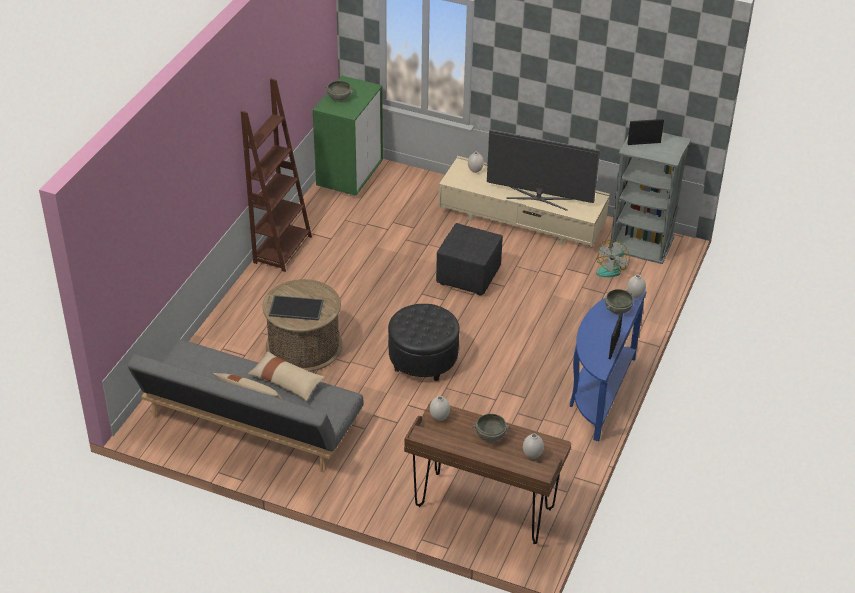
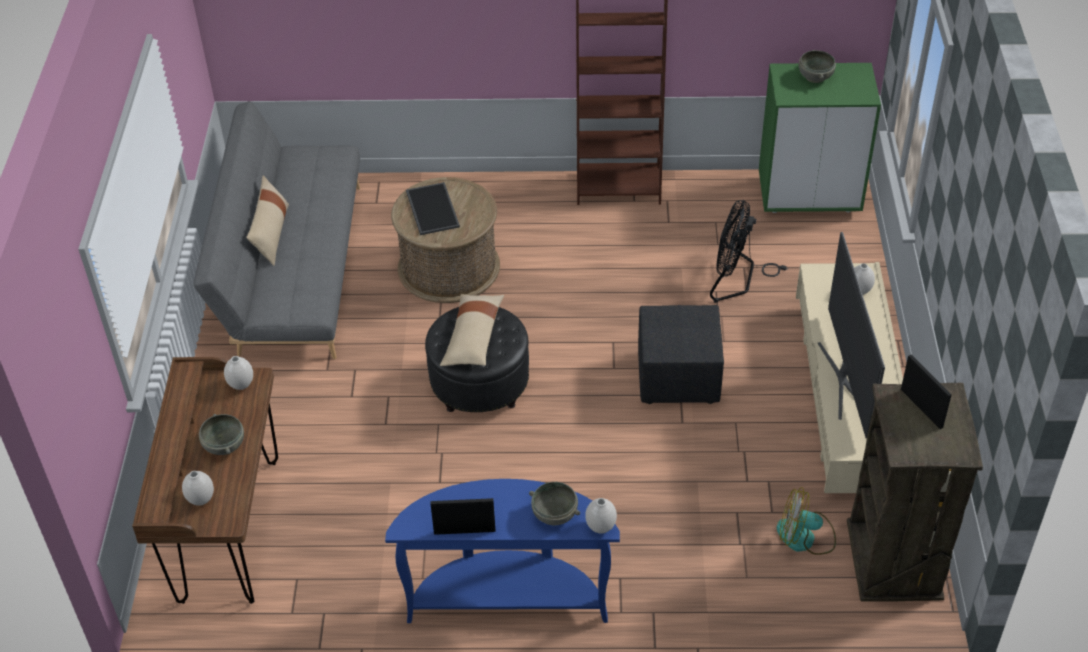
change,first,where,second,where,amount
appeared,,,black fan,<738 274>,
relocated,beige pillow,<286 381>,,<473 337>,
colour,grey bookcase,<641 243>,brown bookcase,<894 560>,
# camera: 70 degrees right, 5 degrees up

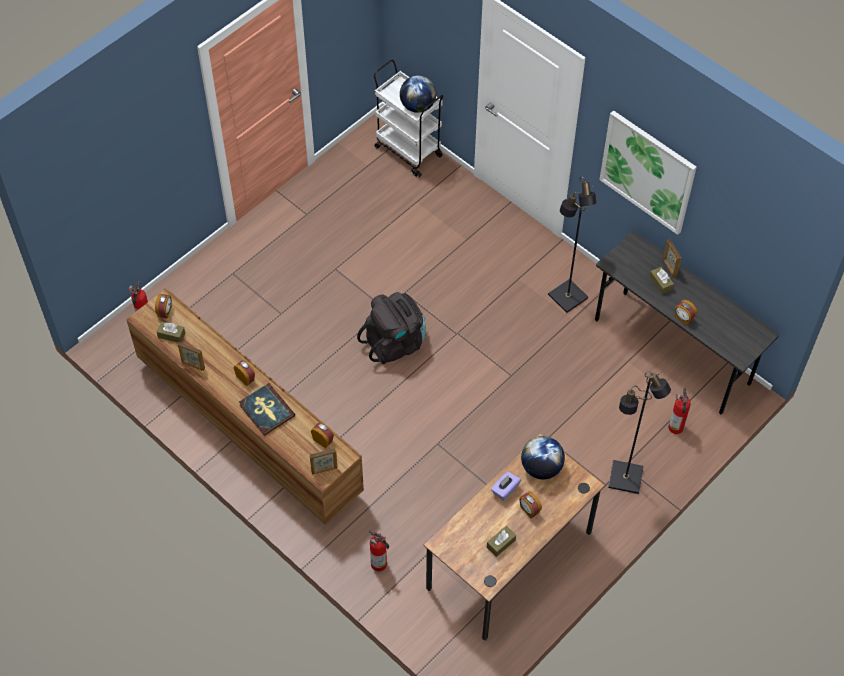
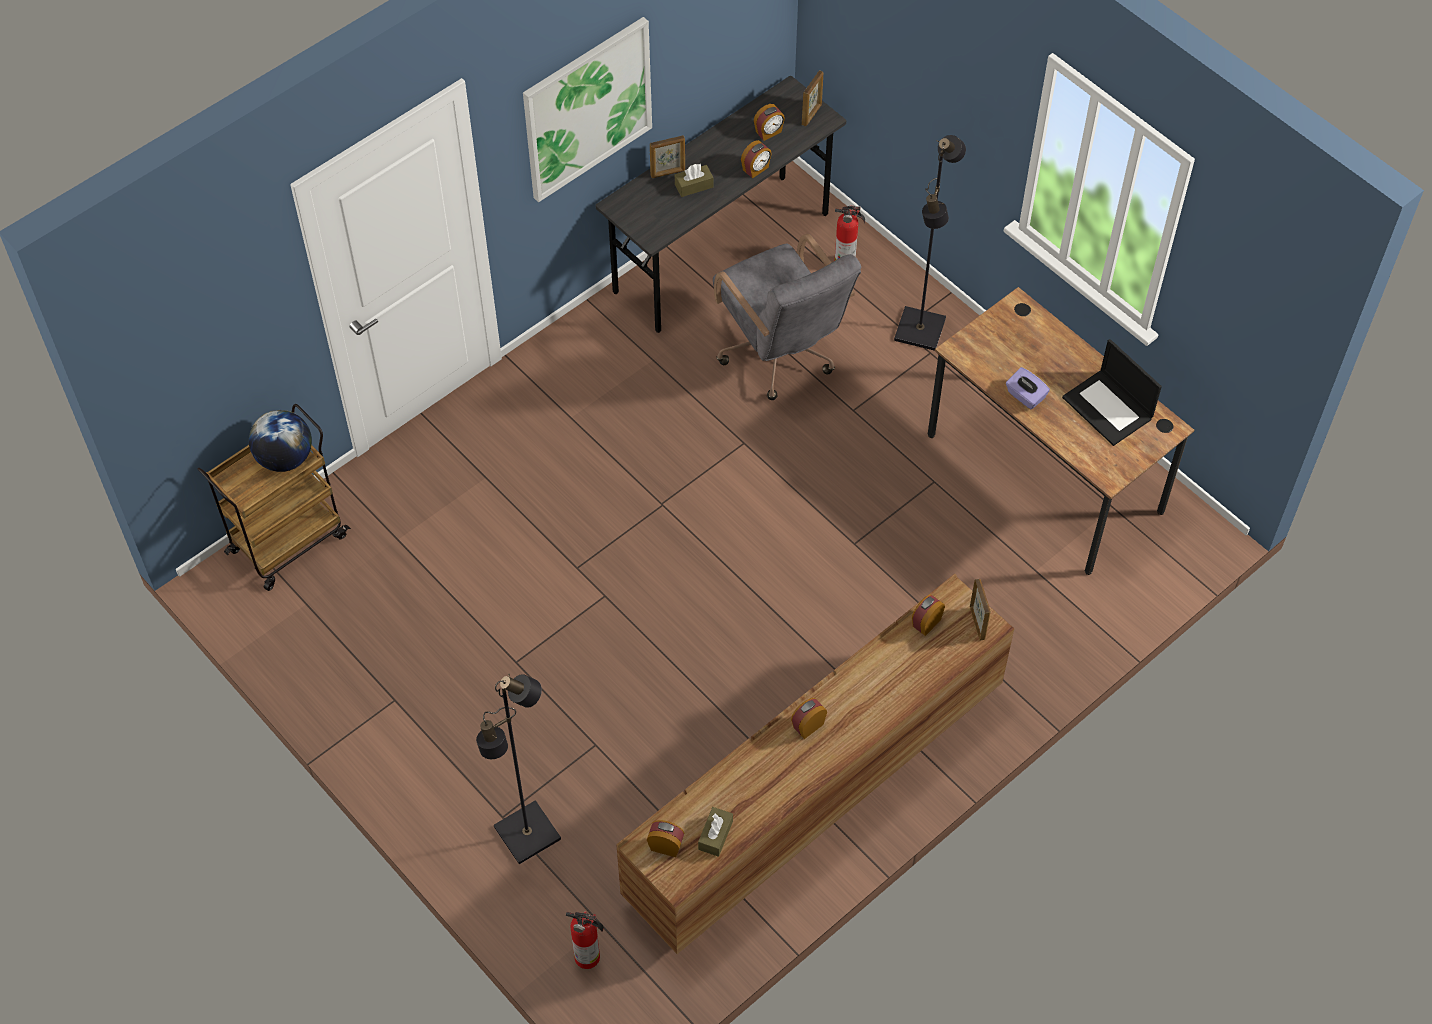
change,first,where,second,where,amount
missing,book,<266 410>,,,
missing,black backpack,<395 343>,,,
missing,fire extinguisher,<379 564>,,,
missing,globe,<541 468>,,,
appeared,,,grey office chair,<780 359>,
relocated,picture frame,<193 365>,,<812 114>,
relocated,alarm clock,<529 510>,,<769 132>,
relocated,black floor lamp,<567 296>,,<527 833>,
exchanged,brown tissue box,<501 543>,laptop,<1109 408>,
colour,white cart,<408 152>,brown cart,<289 543>,
# camera: 85 degrees left, 0 degrees up

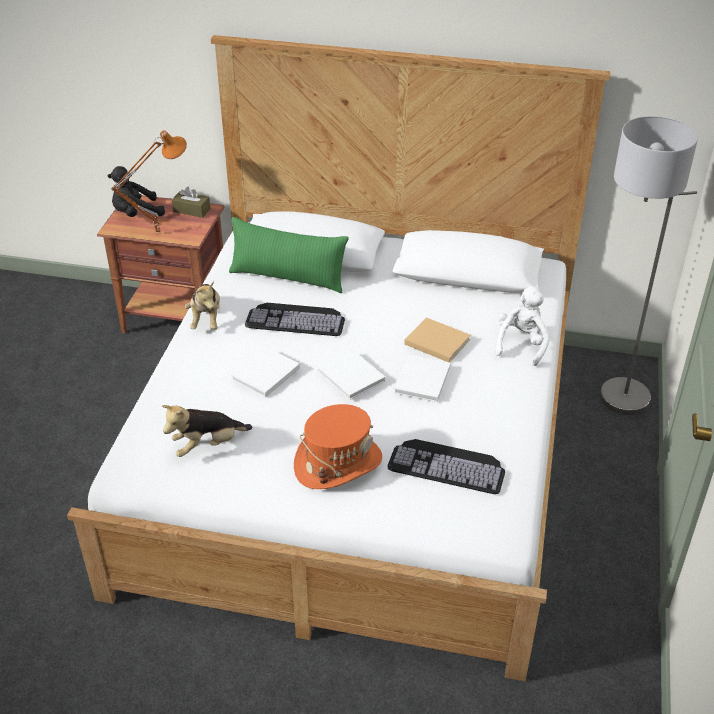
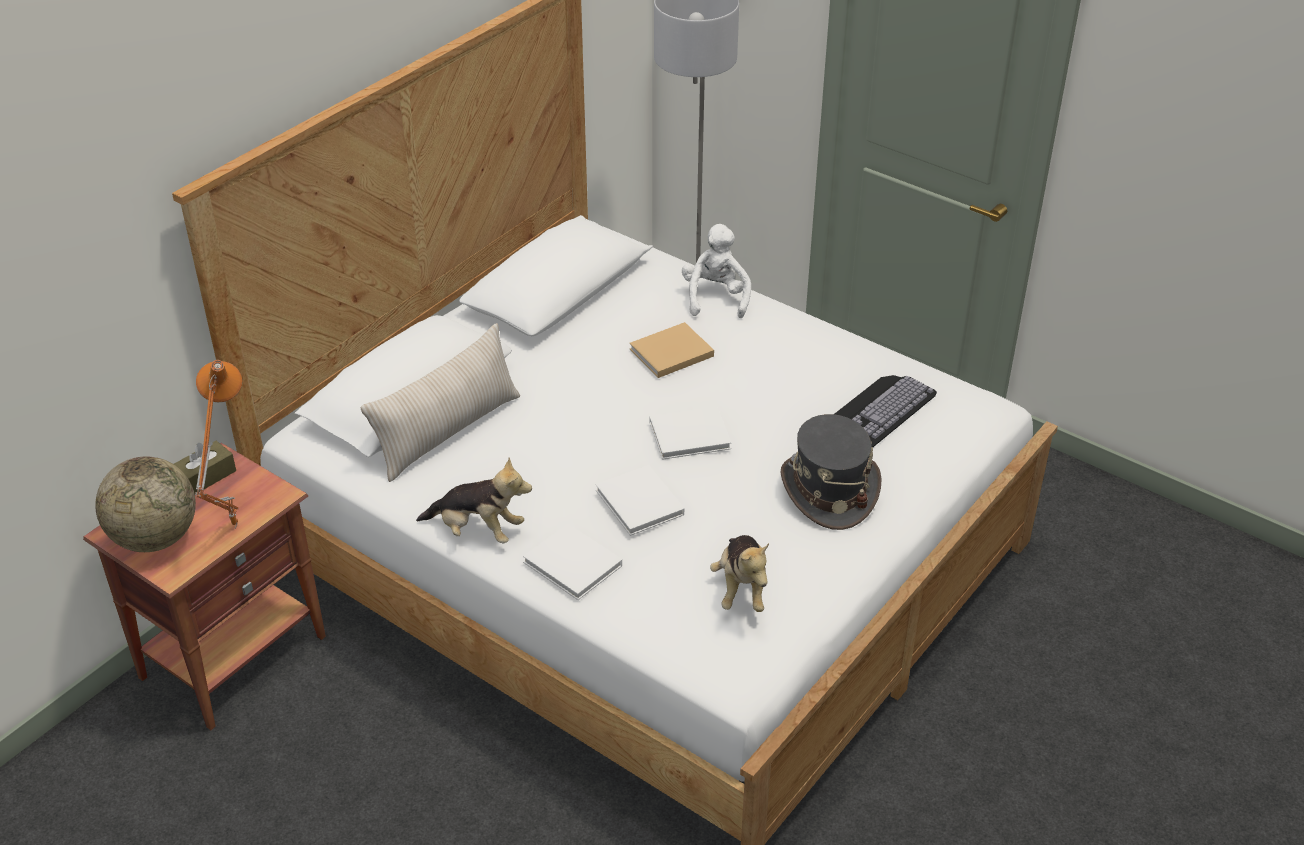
change,first,where,second,where,amount
missing,keyboard,<297 319>,,,
relocated,white book,<421 381>,,<574 565>,
exchanged,black plush toy,<136 213>,globe,<155 538>,
colour,green pillow,<288 277>,beige pillow,<448 432>,
colour,orange hat,<338 463>,grey hat,<828 490>,
spun,white plush toy,<521 344>,,<716 297>,45 degrees clockwise
# camera: 65 degrees left, 0 degrees up

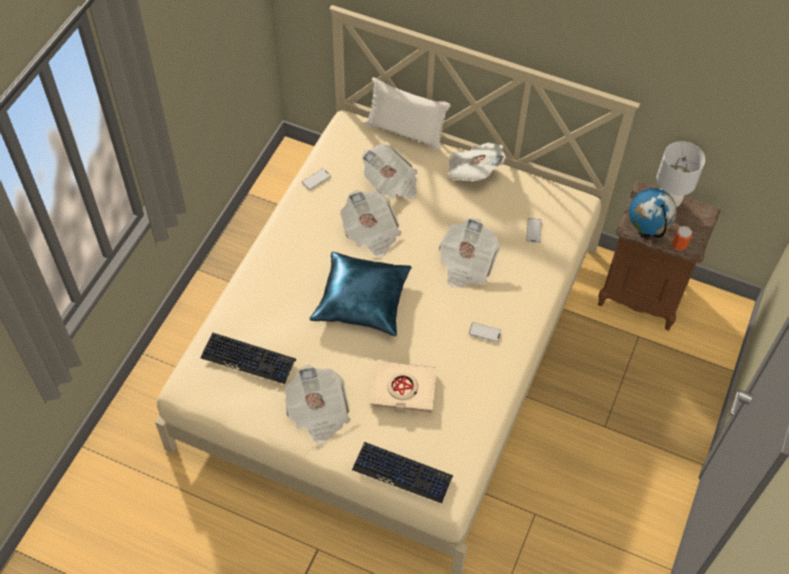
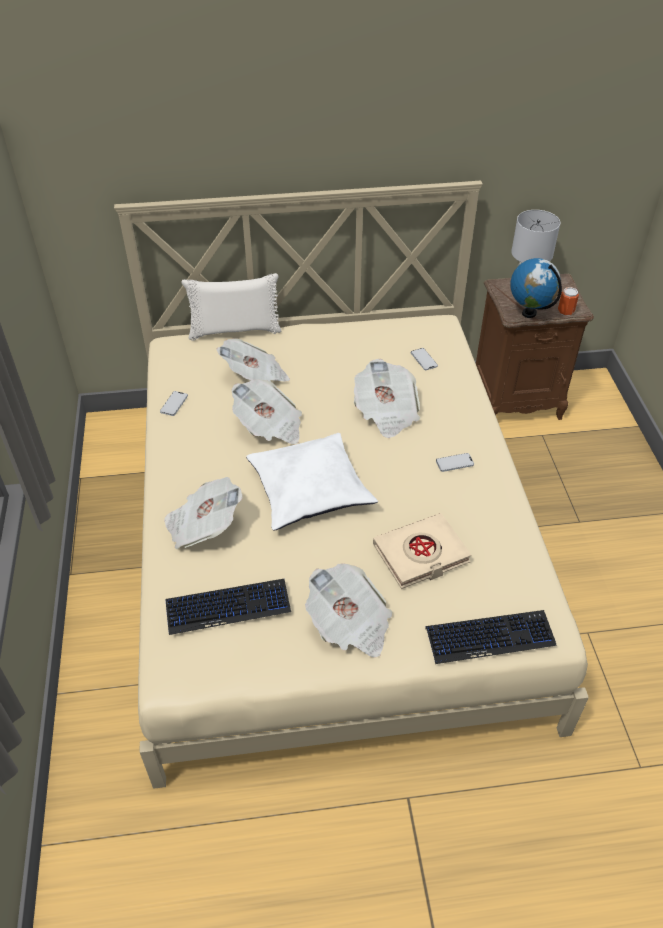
change,first,where,second,where,amount
relocated,newspaper,<473 171>,,<203 526>,
colour,blue pillow,<363 300>,white pillow,<310 489>,
# camera: 30 degrees left, 10 degrees down

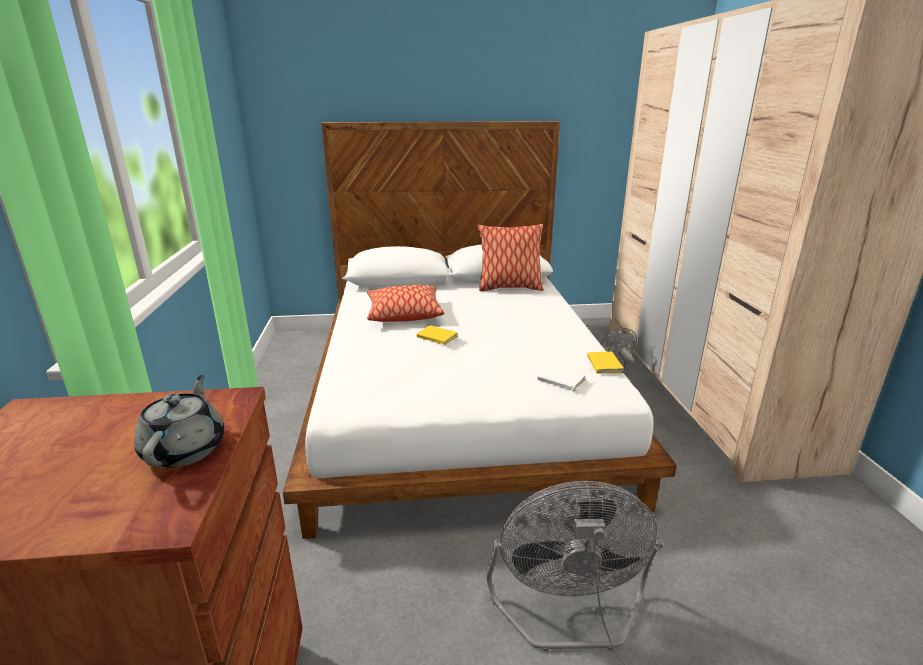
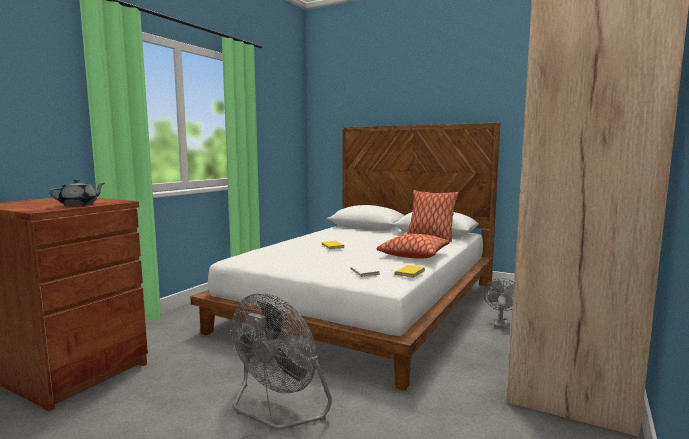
change,first,where,second,where,amount
relocated,pillow,<404 314>,,<413 255>,
# camera: 35 degrees right, 15 degrees down

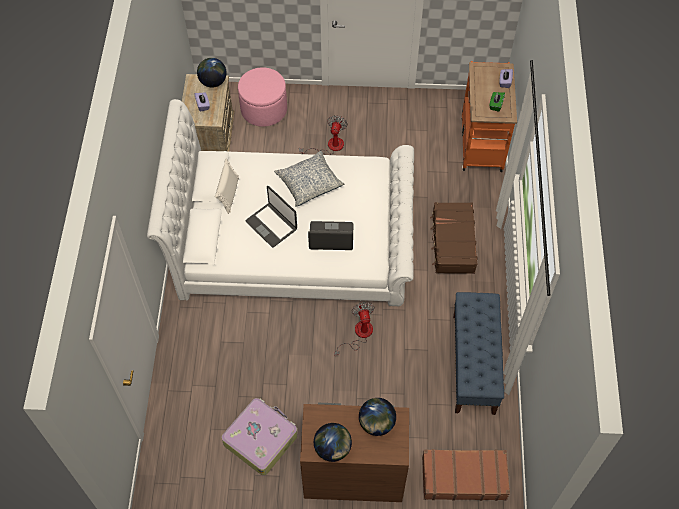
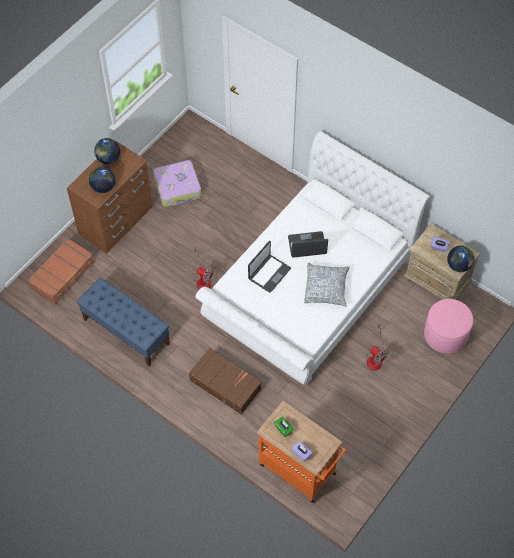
change,first,where,second,where,amount
missing,white pillow,<228 194>,,,
# camera: 125 degrees right, 0 degrees up

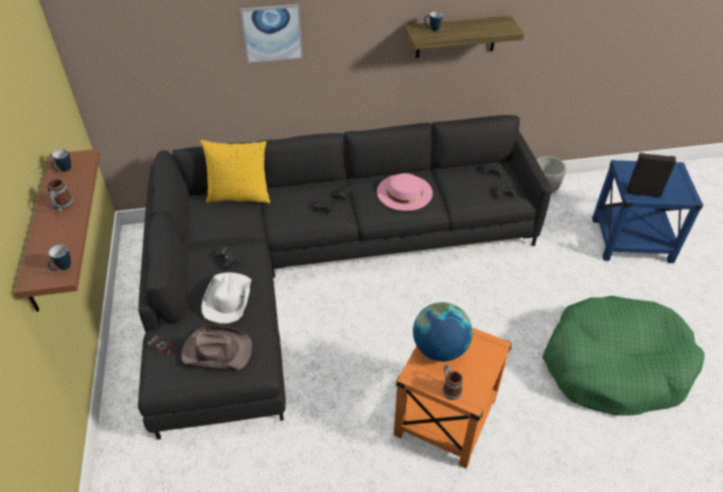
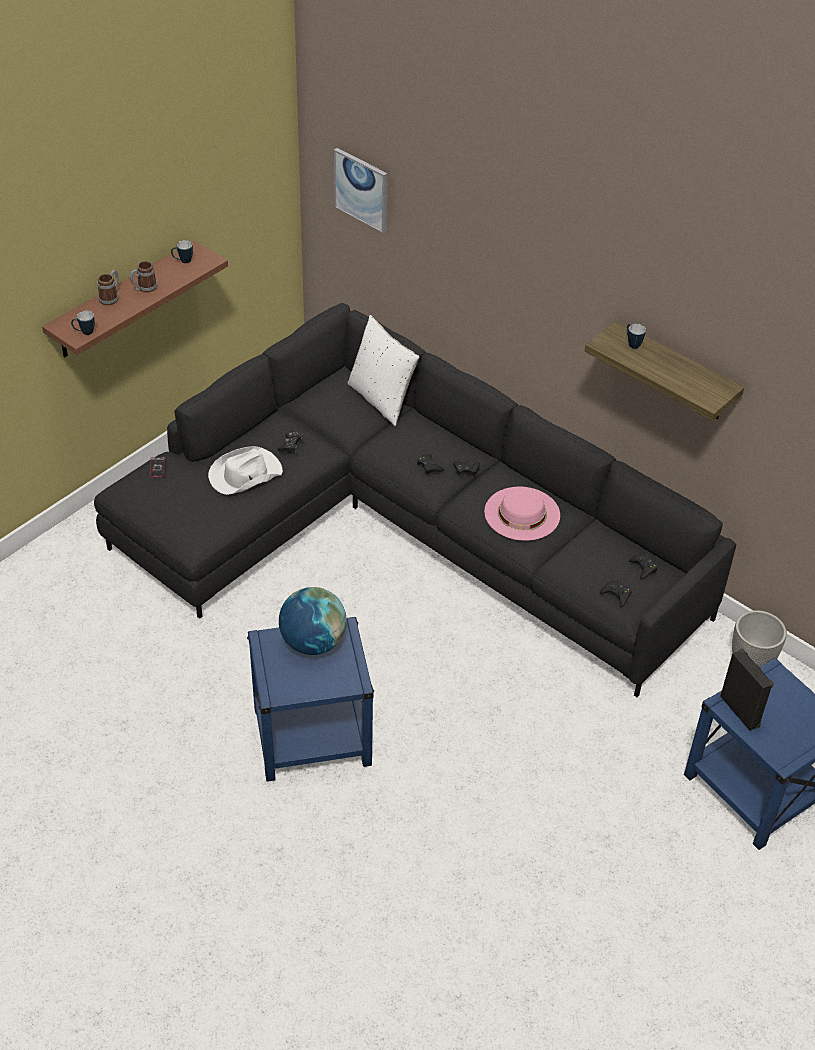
change,first,where,second,where,amount
missing,brown hat,<216 351>,,,
missing,green dog bed,<614 366>,,,
relocated,picture,<272 33>,,<362 189>,
relocated,mug,<450 388>,,<111 297>,
colour,yellow pillow,<239 195>,white pillow,<381 399>,
colour,orange side table,<446 416>,blue side table,<313 736>,
# camera: 50 degrees right, 0 degrees up

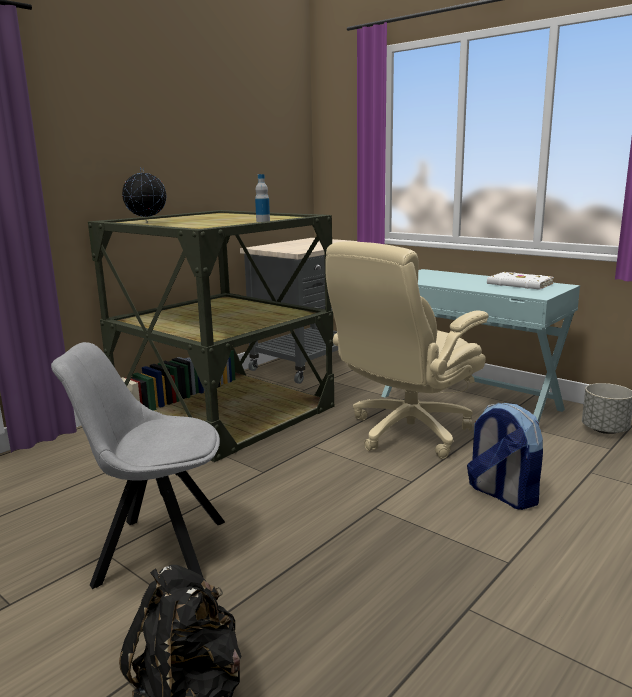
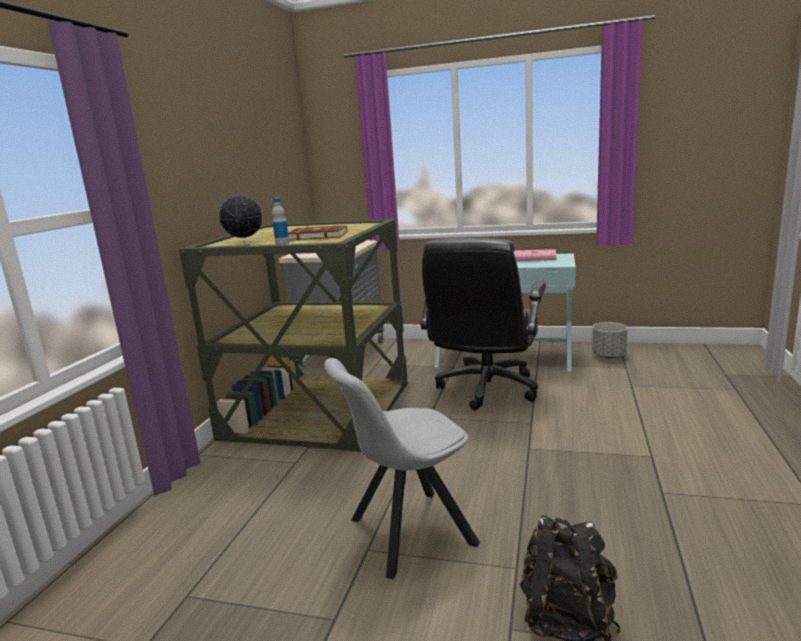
change,first,where,second,where,amount
missing,backpack,<501 494>,,,
appeared,,,brown book,<317 236>,
relocated,bottle,<263 221>,,<282 243>,
colour,beige office chair,<404 433>,black office chair,<485 390>,
colour,white book,<519 284>,pink book,<534 258>,
# camera: 25 degrees left, 0 degrees up

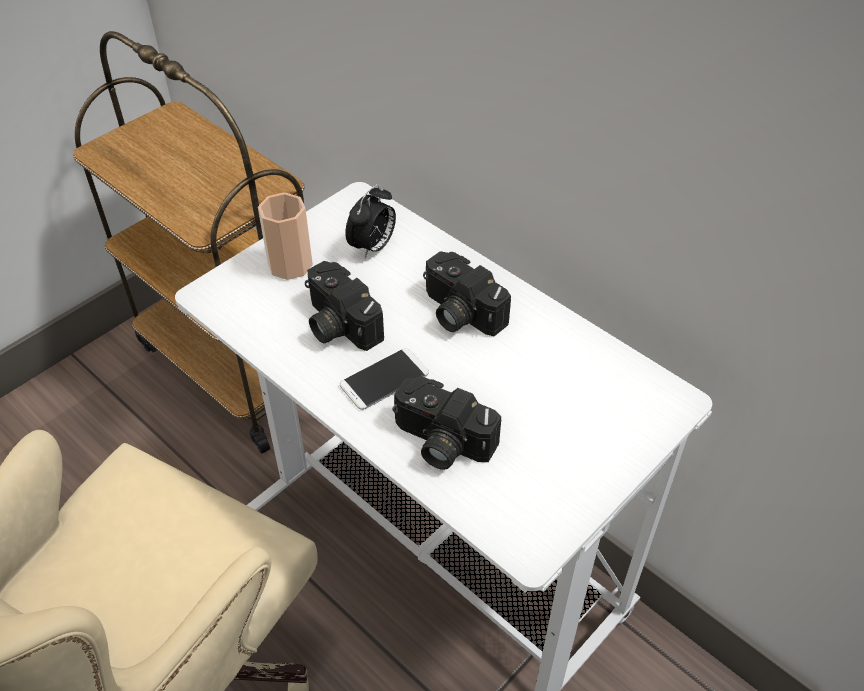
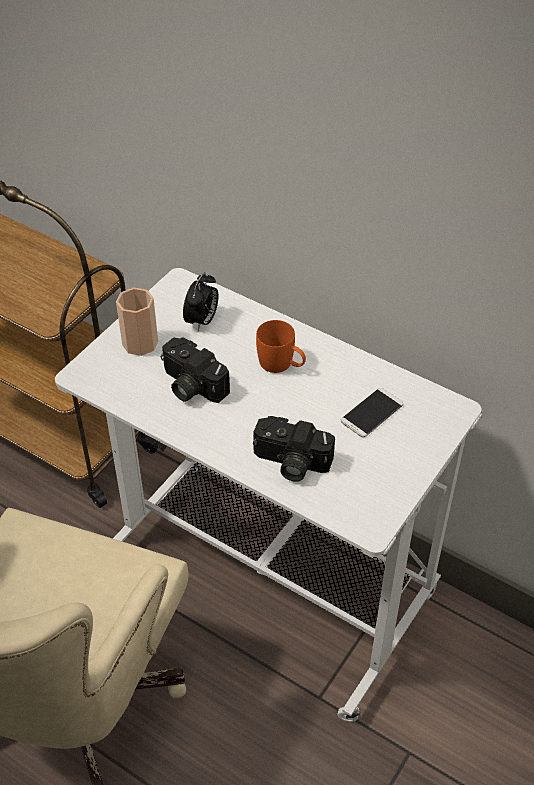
change,first,where,second,where,amount
relocated,phone,<384 379>,,<372 413>,
exchanged,photo camera,<458 313>,orange mug,<281 365>,
# camera: 10 degrees left, 0 degrees up

